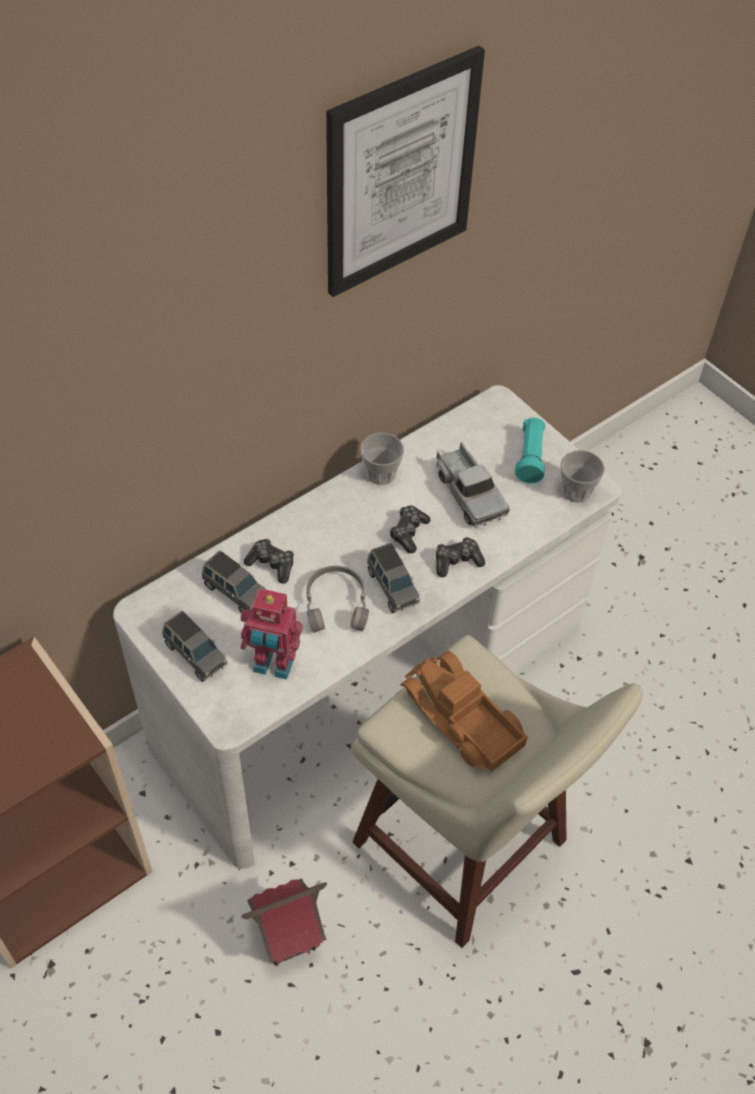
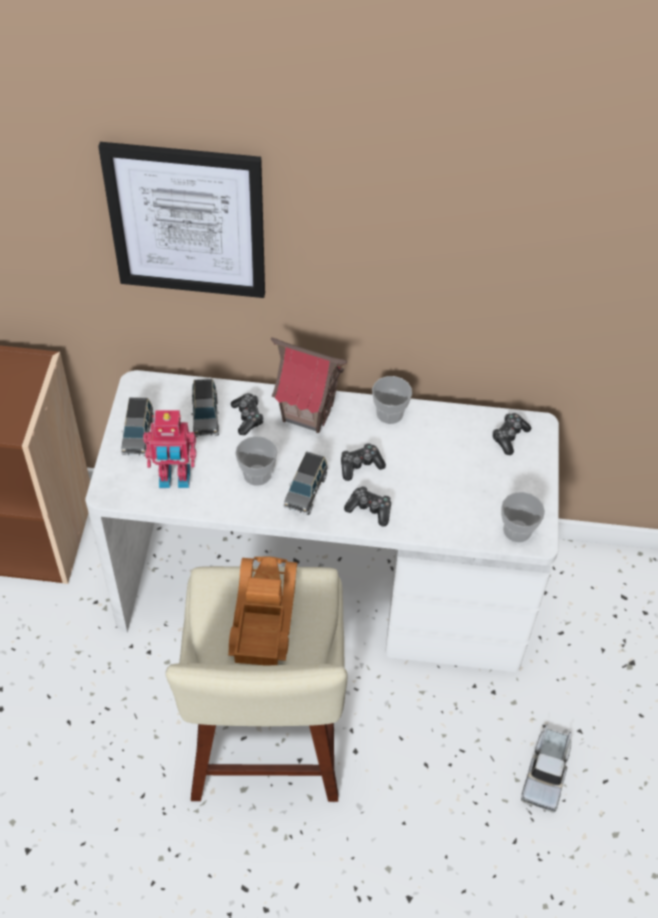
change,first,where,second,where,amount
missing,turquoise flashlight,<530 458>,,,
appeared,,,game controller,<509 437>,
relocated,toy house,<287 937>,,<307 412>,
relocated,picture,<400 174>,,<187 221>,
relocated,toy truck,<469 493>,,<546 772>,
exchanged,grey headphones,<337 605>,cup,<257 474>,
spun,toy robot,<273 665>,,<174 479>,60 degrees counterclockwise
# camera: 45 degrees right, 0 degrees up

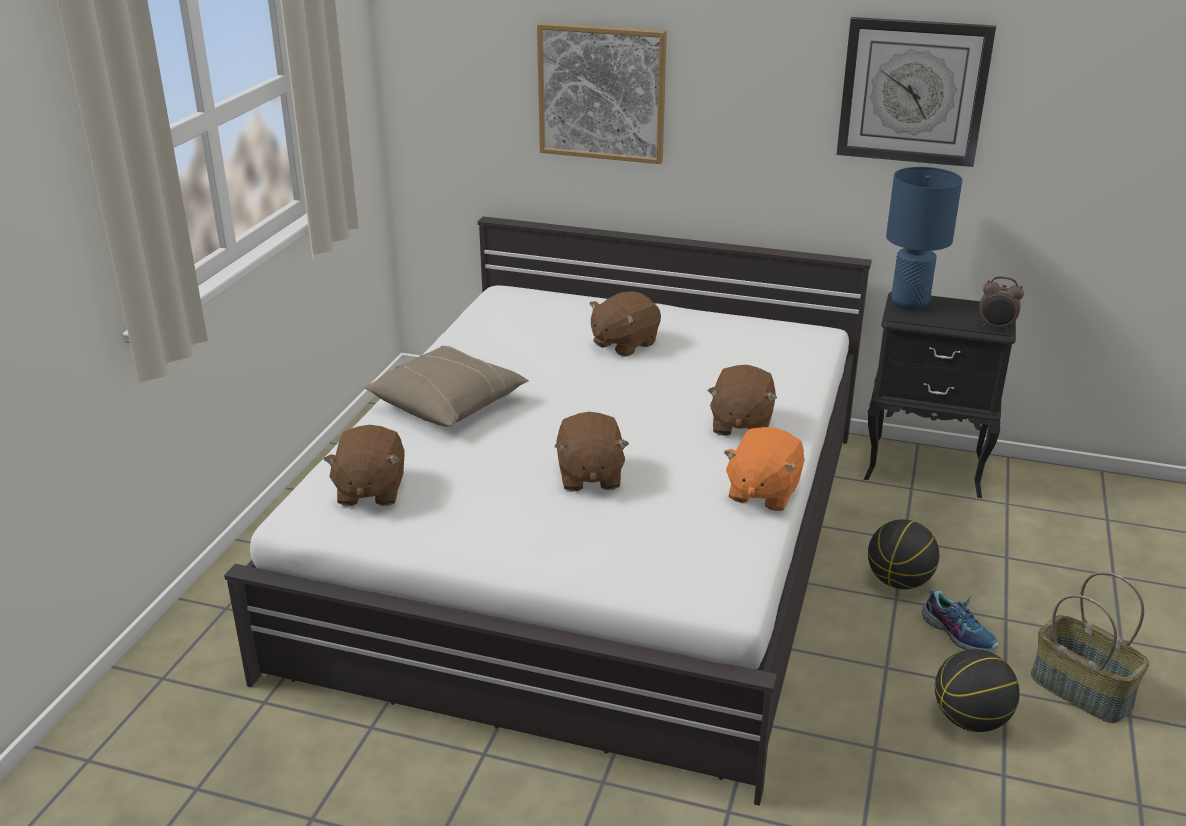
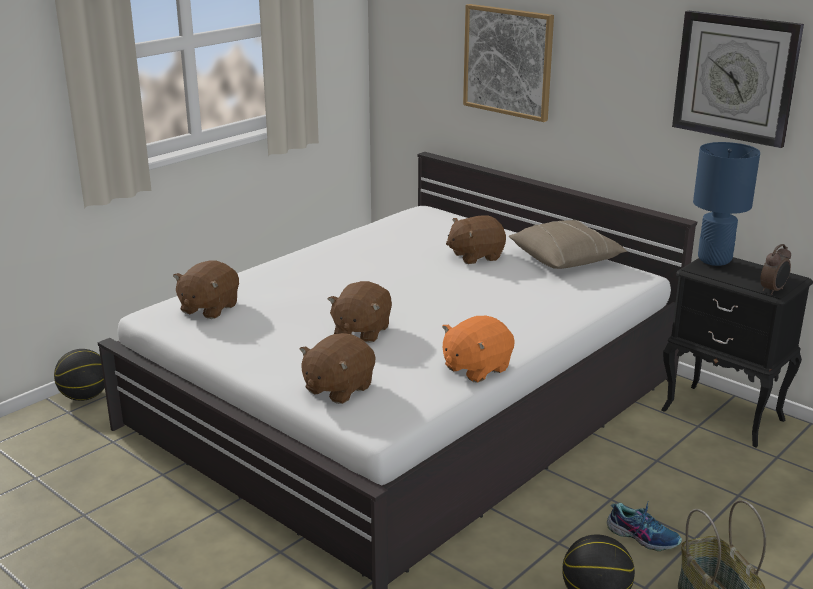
change,first,where,second,where,amount
relocated,beige pillow,<448 404>,,<565 259>,
relocated,brown plush toy,<740 425>,,<338 388>,
relocated,basketball,<899 581>,,<85 397>,
spun,shoe,<958 632>,,<643 536>,45 degrees counterclockwise
spun,alarm clock,<996 328>,,<773 290>,90 degrees counterclockwise
# camera: 25 degrees right, 5 degrees down

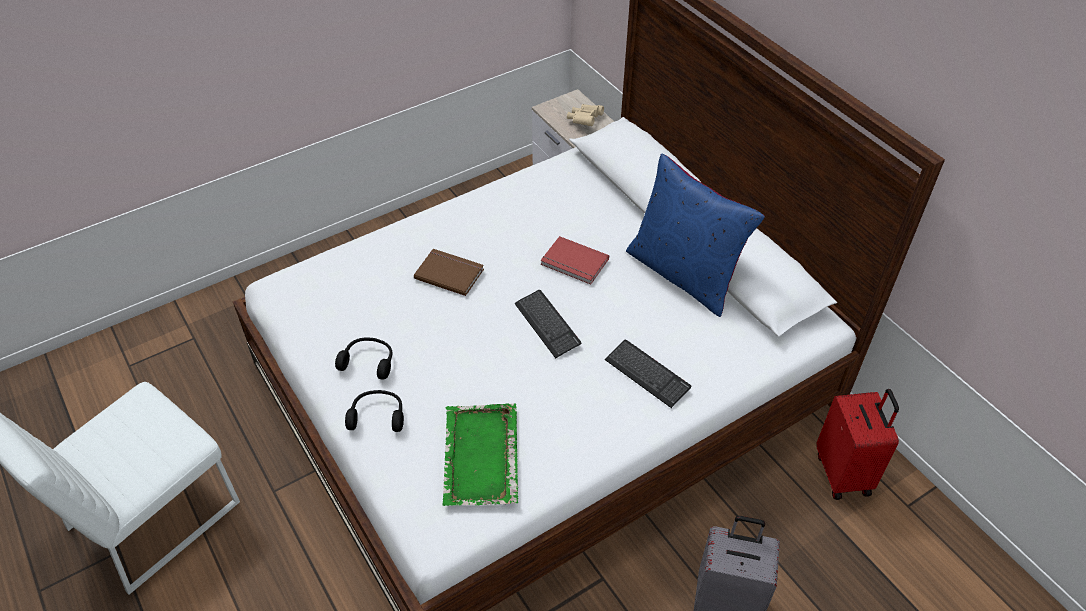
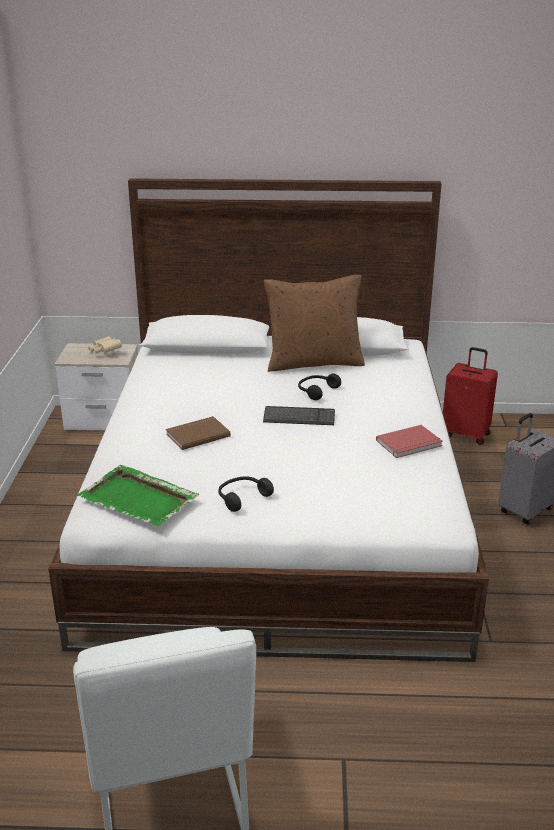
change,first,where,second,where,amount
missing,keyboard,<647 374>,,,
relocated,black headphones,<377 415>,,<316 391>,
relocated,green tray,<480 457>,,<139 499>,
relocated,red book,<574 263>,,<410 444>,
colour,blue pillow,<684 274>,brown pillow,<313 362>,
# camera: 55 degrees left, 20 degrees down

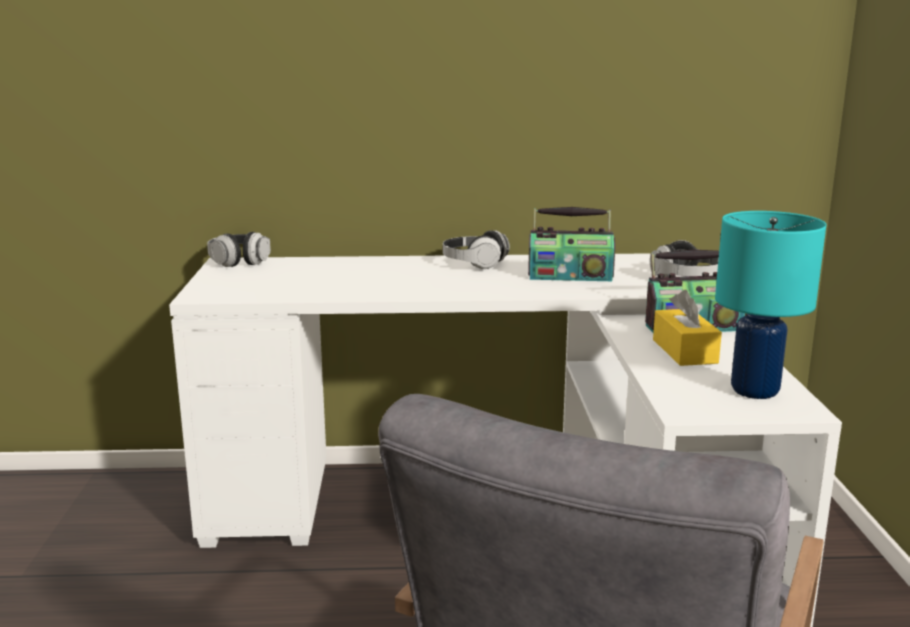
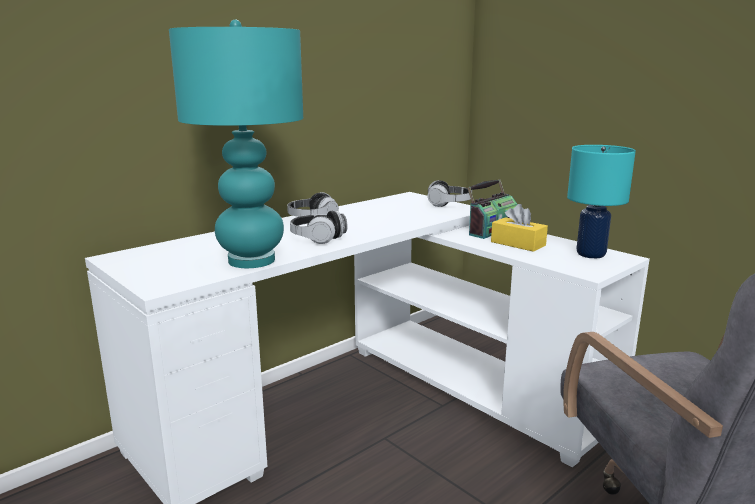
change,first,where,second,where,amount
missing,radio,<570 276>,,,
appeared,,,turquoise table lamp,<252 260>,
relocated,headphones,<240 262>,,<317 238>,
# camera: 40 degrees left, 0 degrees up

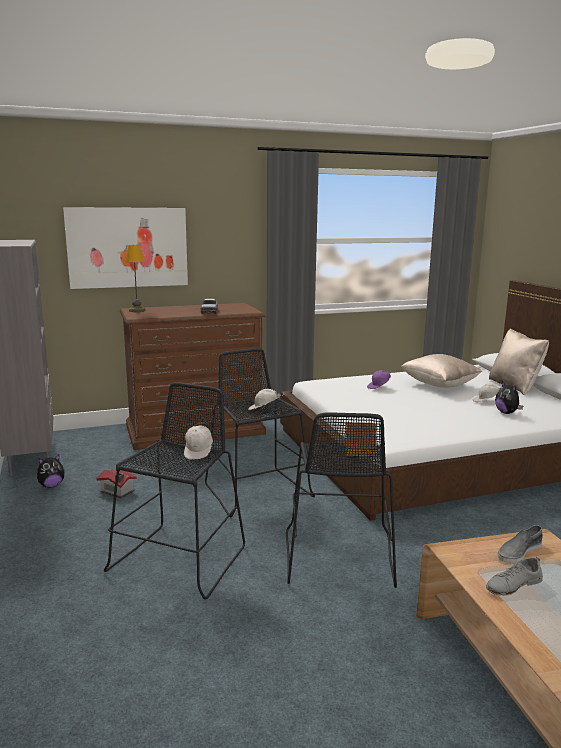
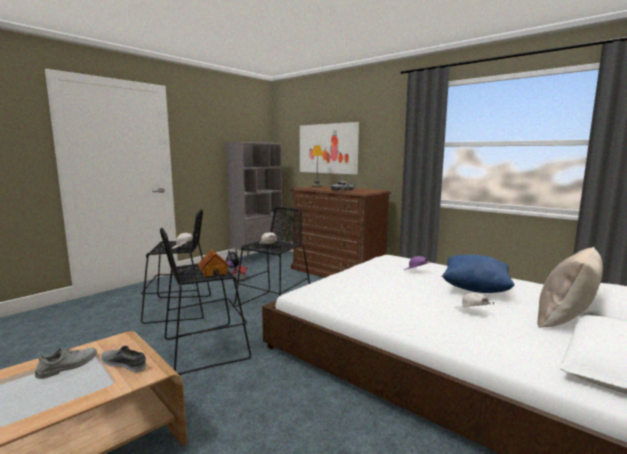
change,first,where,second,where,amount
missing,plush toy,<507 413>,,,
colour,beige pillow,<439 385>,blue pillow,<475 289>,
spun,grey shoe,<513 585>,,<68 366>,90 degrees clockwise
# camera: 60 degrees right, 5 degrees down

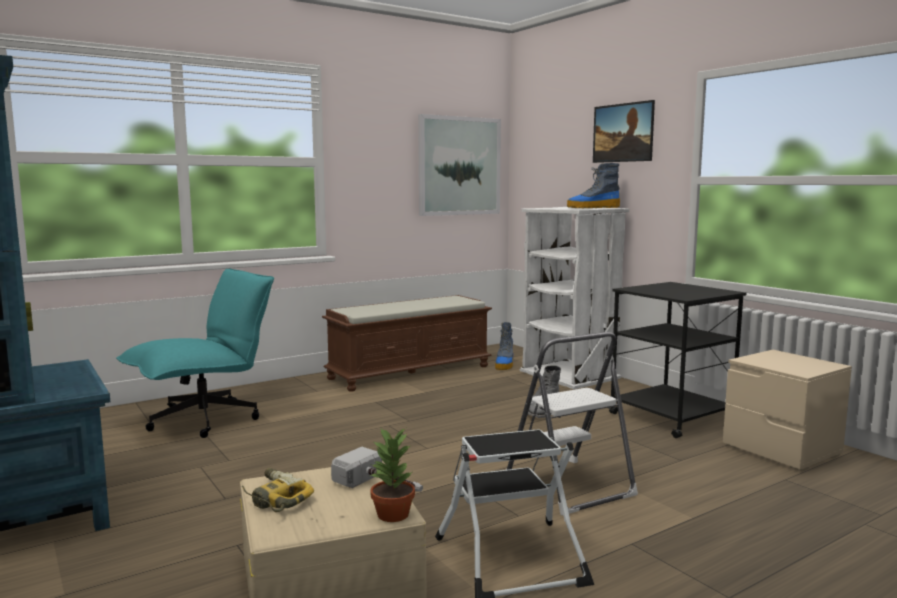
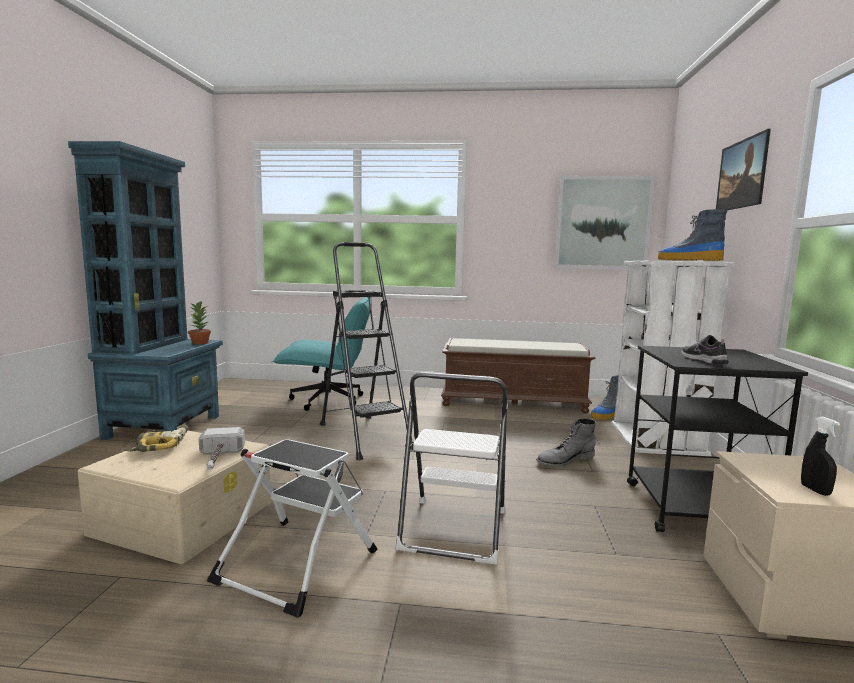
change,first,where,second,where,amount
appeared,,,step ladder,<364 435>,
appeared,,,shoe,<703 360>,
appeared,,,black spray bottle,<815 490>,
relocated,potted plant,<393 515>,,<199 343>,
# camera: 40 degrees right, 0 degrees up

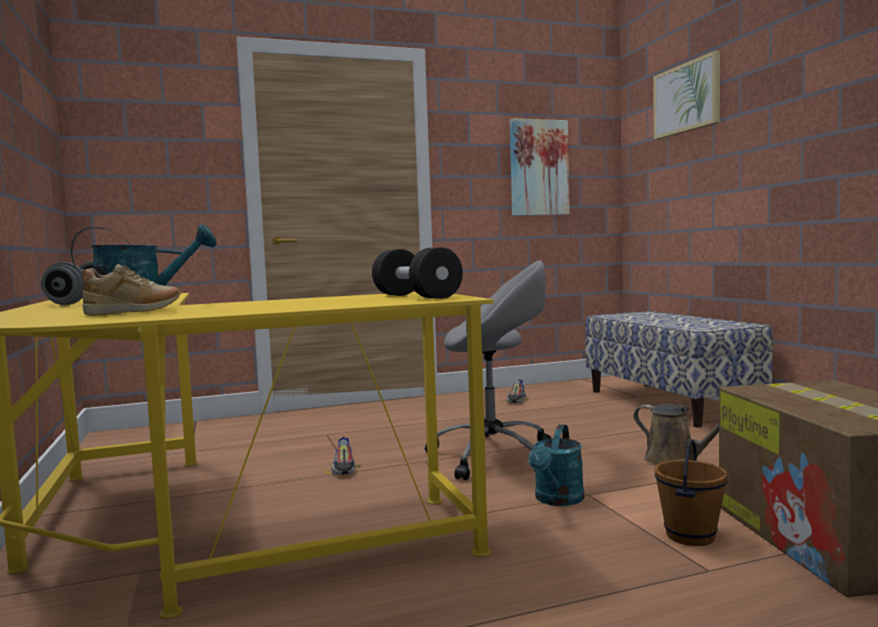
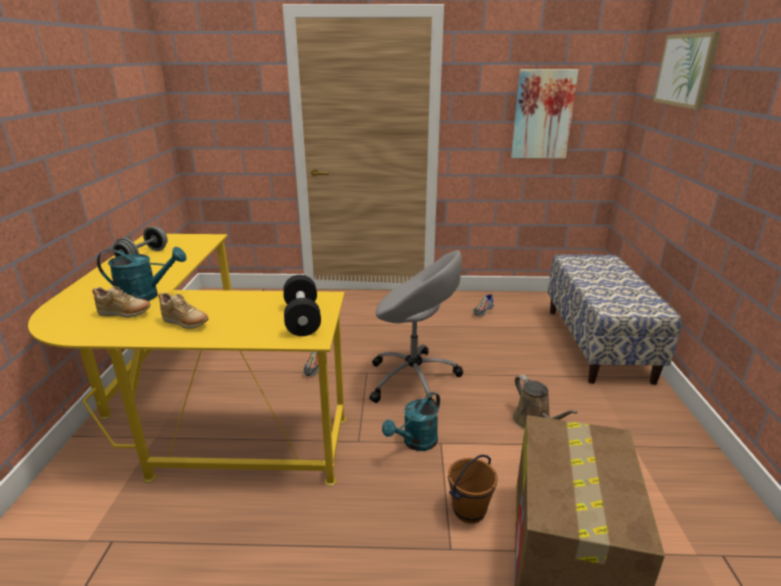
change,first,where,second,where,amount
appeared,,,beige shoe,<185 324>,
# camera: 20 degrees right, 20 degrees up

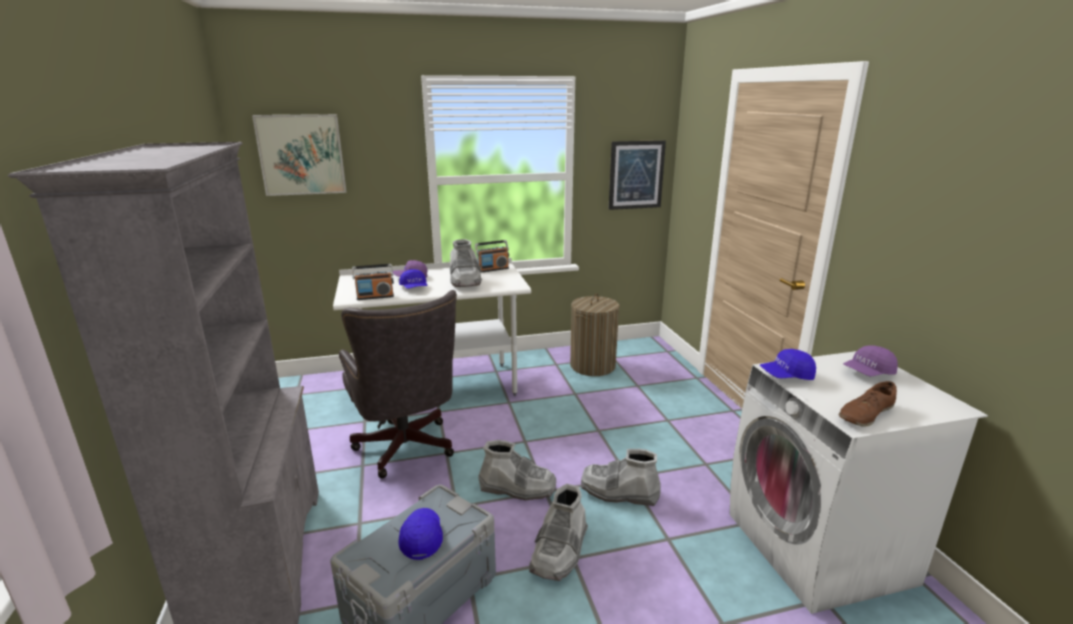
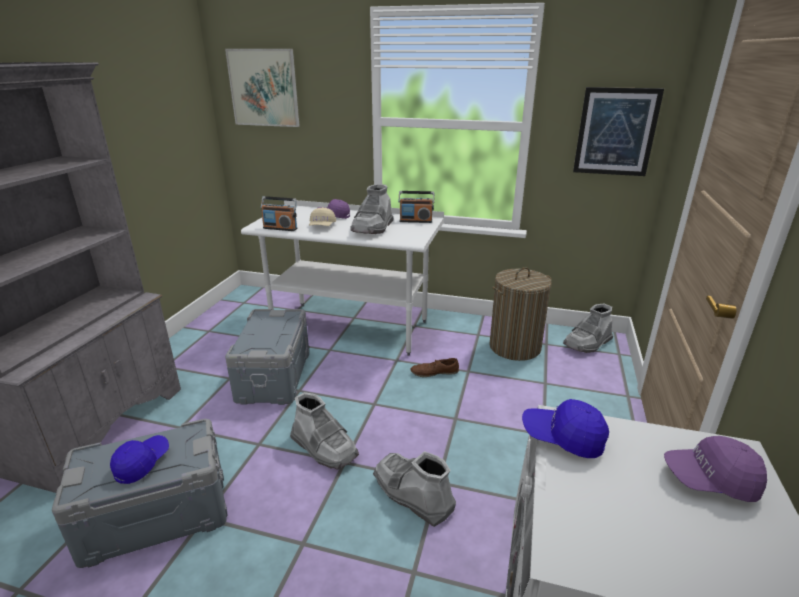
change,first,where,second,where,amount
relocated,grey boot,<560 551>,,<587 343>,
relocated,brown shoe,<866 414>,,<434 372>,
exchanged,grey office chair,<407 449>,grey storage box,<273 376>,
colour,blue cap,<414 288>,beige cap,<322 226>,
# camera: 30 degrees right, 5 degrees up

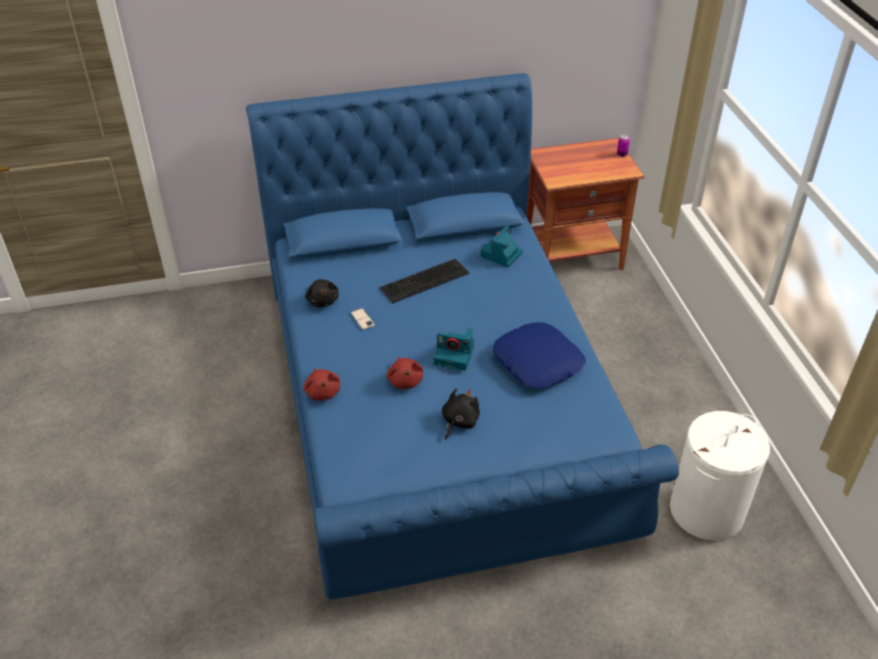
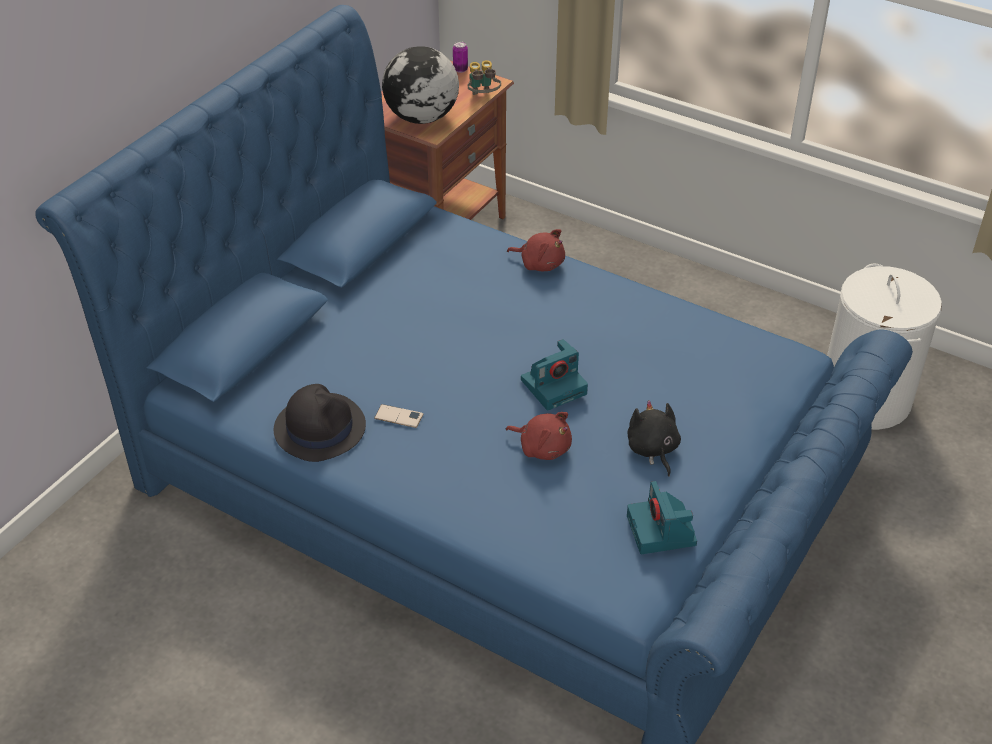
change,first,where,second,where,amount
missing,keyboard,<424 282>,,,
missing,blue pillow,<538 361>,,,
appeared,,,globe,<421 118>,
appeared,,,binoculars,<483 98>,
relocated,red plush toy,<322 391>,,<540 263>,
relocated,photo camera,<501 255>,,<662 531>,
exchanged,black plush toy,<322 300>,black hat,<320 427>,
# camera: 45 degrees left, 0 degrees up

